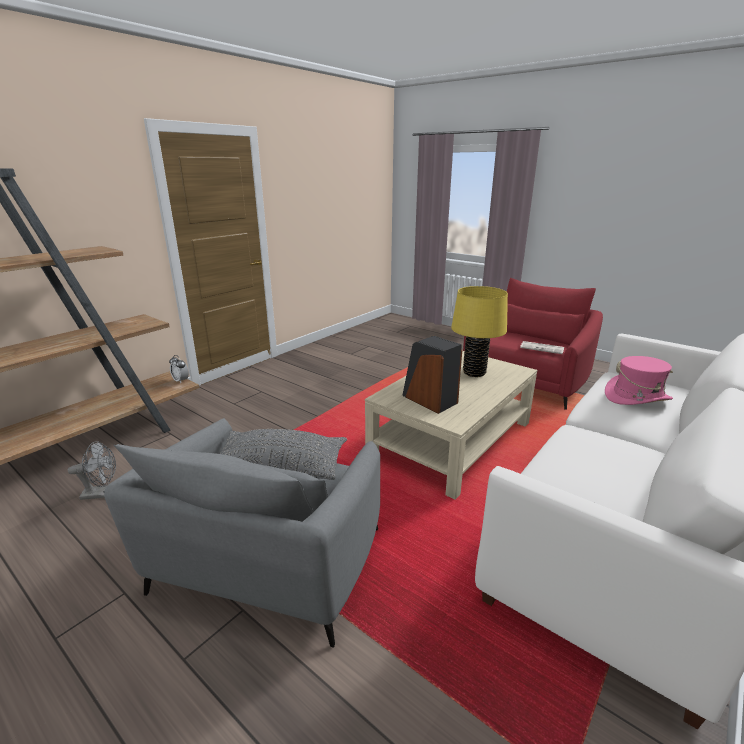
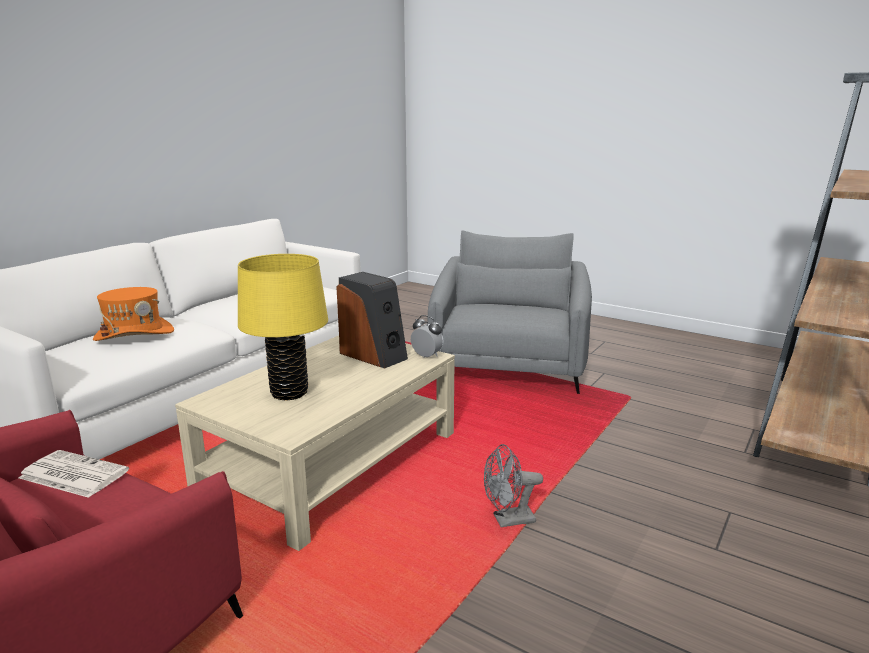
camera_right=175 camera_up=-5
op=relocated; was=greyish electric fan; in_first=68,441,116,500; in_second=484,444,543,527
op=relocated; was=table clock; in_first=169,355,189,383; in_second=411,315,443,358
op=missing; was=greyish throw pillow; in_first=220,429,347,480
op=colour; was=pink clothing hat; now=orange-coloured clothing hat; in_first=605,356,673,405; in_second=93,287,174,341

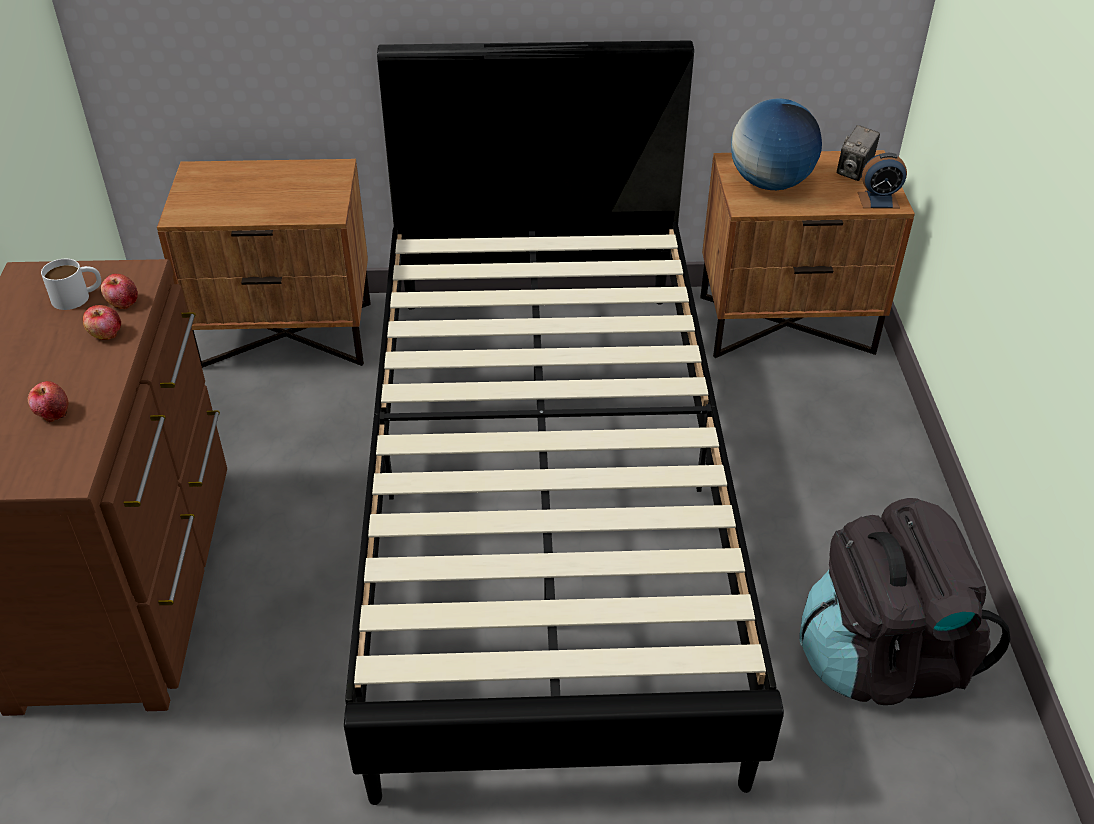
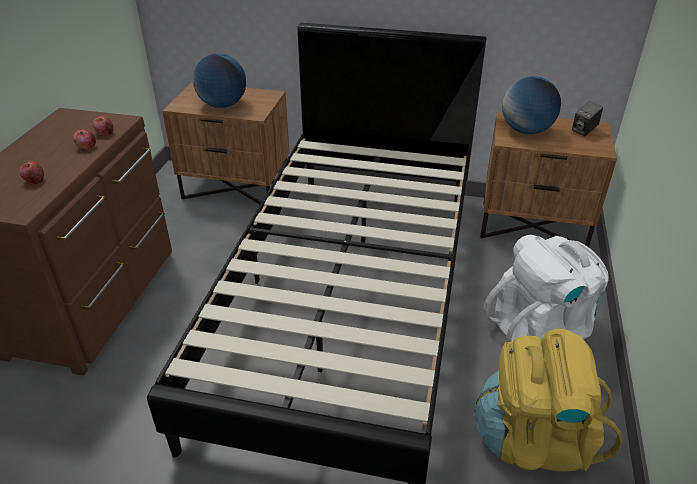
camera_right=15 camera_up=-5
op=missing; was=white tea mug; in_first=41,259,101,310
op=colour; was=black knapsack; now=yellowish knapsack; in_first=799,498,1011,705; in_second=474,329,622,472
op=missing; was=table clock; in_first=857,153,907,208
op=appeared; now=desk globe; in_second=193,53,246,108
op=appeared; now=white knapsack; in_second=484,235,609,342

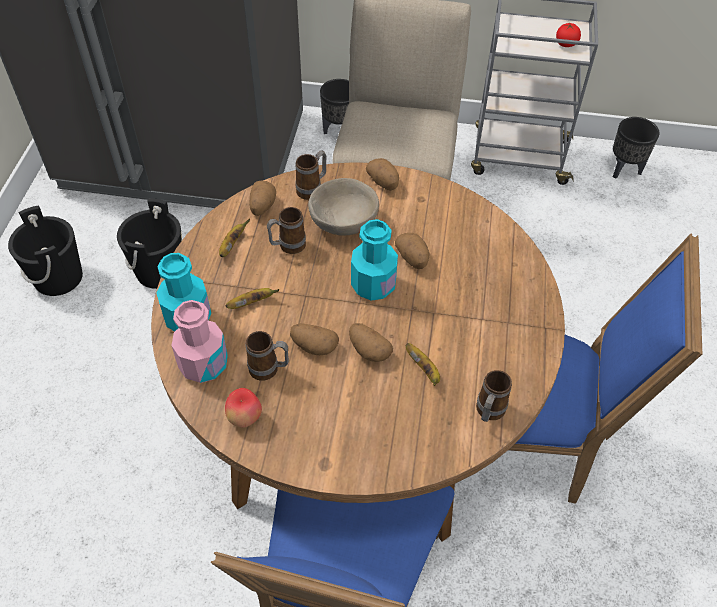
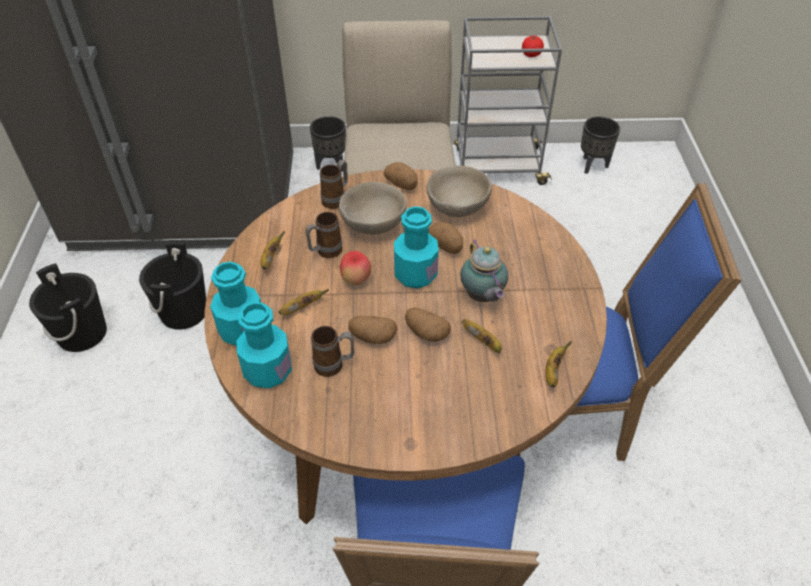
camera_right=-10 camera_up=-5
op=colour; was=pink beverage bottle; now=turquoise beverage bottle; in_first=172,300,228,383; in_second=236,302,292,388
op=relocated; was=apple fruit; in_first=225,388,262,428; in_second=340,251,371,285
op=missing; was=potato; in_first=249,181,276,216
op=exchanged; was=tea mug; now=whole banana; in_first=476,370,512,422; in_second=545,340,572,387
op=appeared; now=beige-coloured serving bowl; in_second=427,165,492,217
op=appeared; now=tea pot; in_second=460,240,508,302

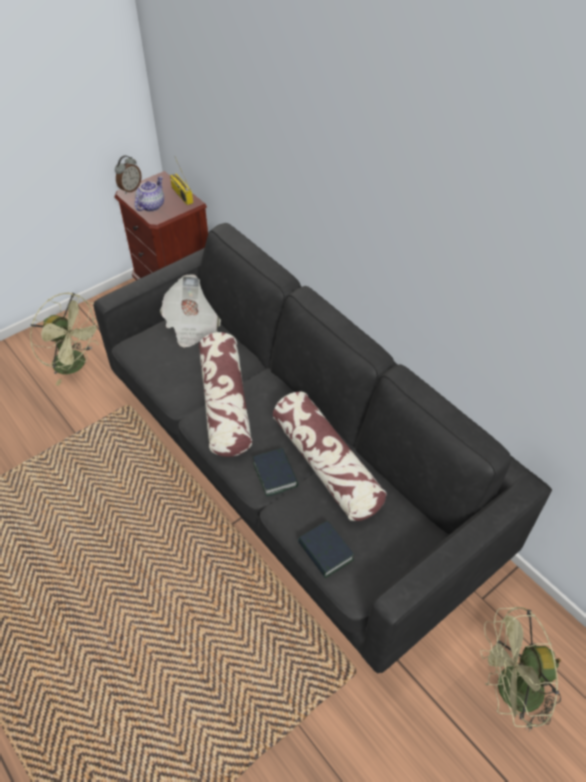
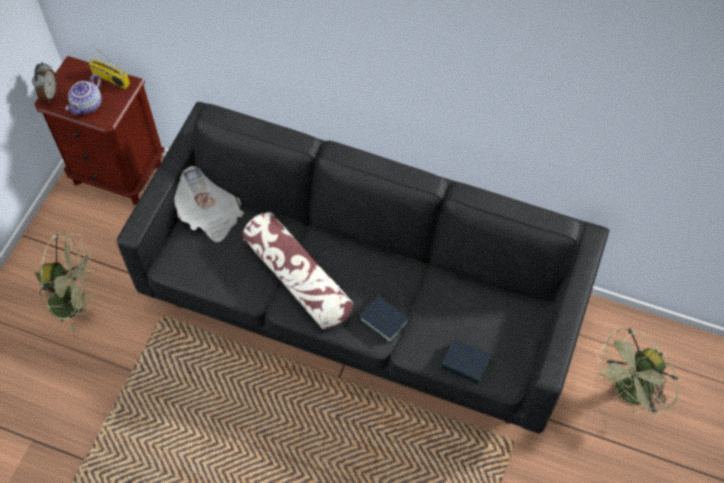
camera_right=-30 camera_up=10
op=spun; was=tea pot; in_first=135,177,164,211; in_second=65,74,102,115; clockwise=-150
op=missing; was=throw pillow; in_first=273,391,386,521

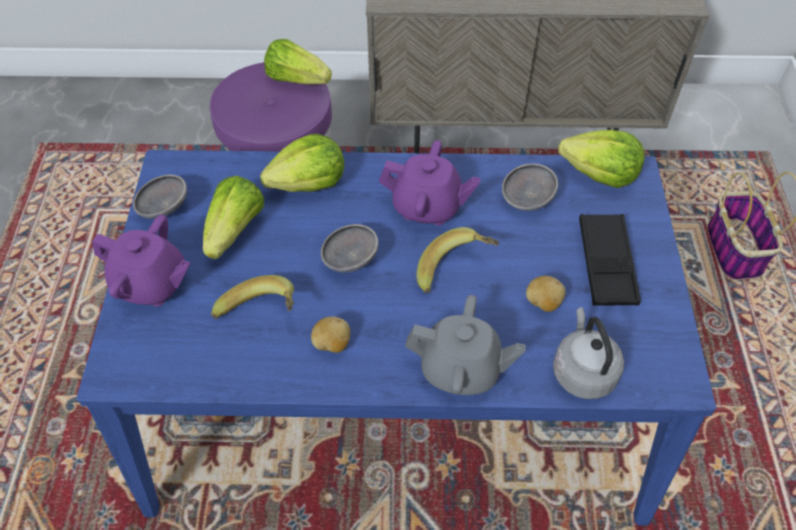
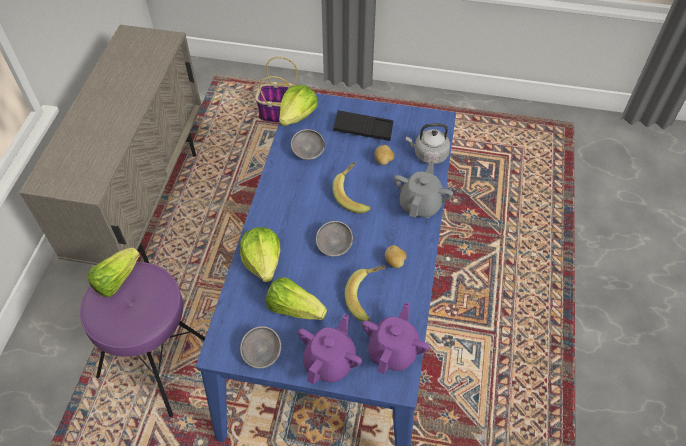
camera_right=-80 camera_up=0
op=relocated; was=purple-coloured tea pot; in_first=379,140,481,226; in_second=362,302,430,374

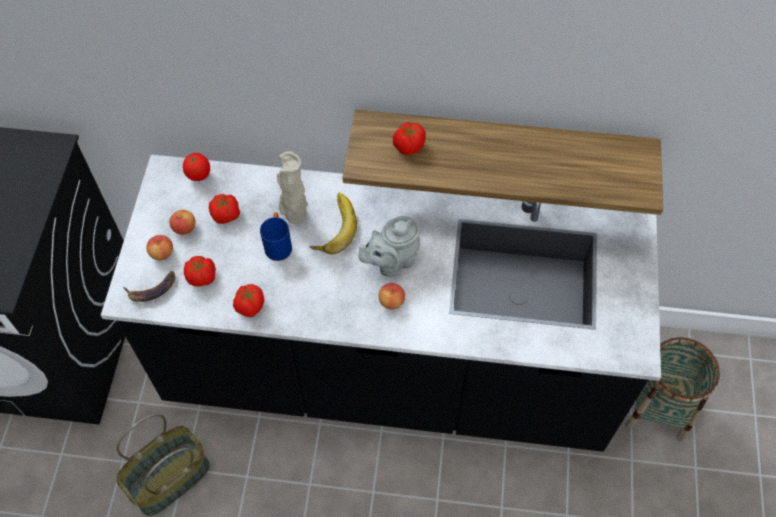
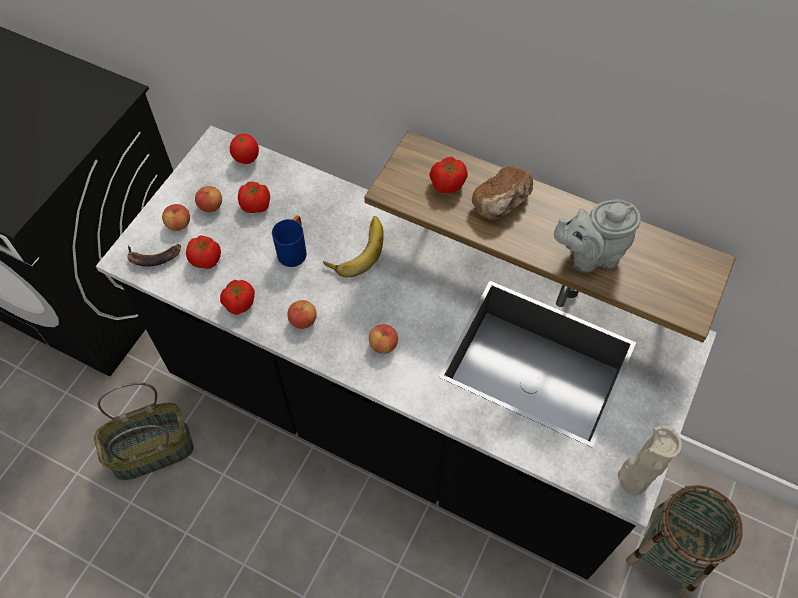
camera_right=20 camera_up=0
op=relocated; was=beige-coloured decorative vase; in_first=277,151,308,224; in_second=618,425,682,495
op=relocated; was=greyish tea pot; in_first=358,216,420,277; in_second=554,200,641,272
op=appeared; now=apple fruit; in_second=287,300,317,329
op=appeared; now=bread; in_second=472,166,533,220

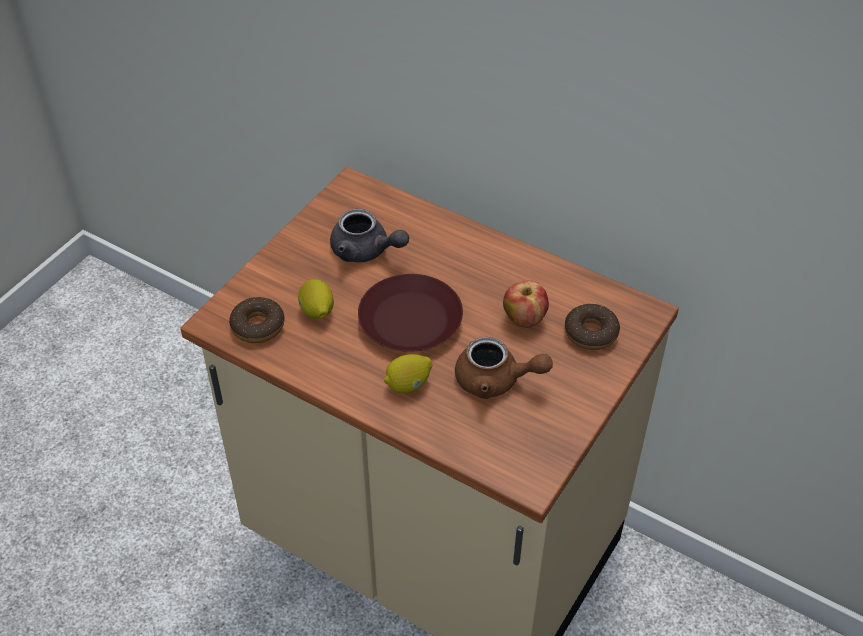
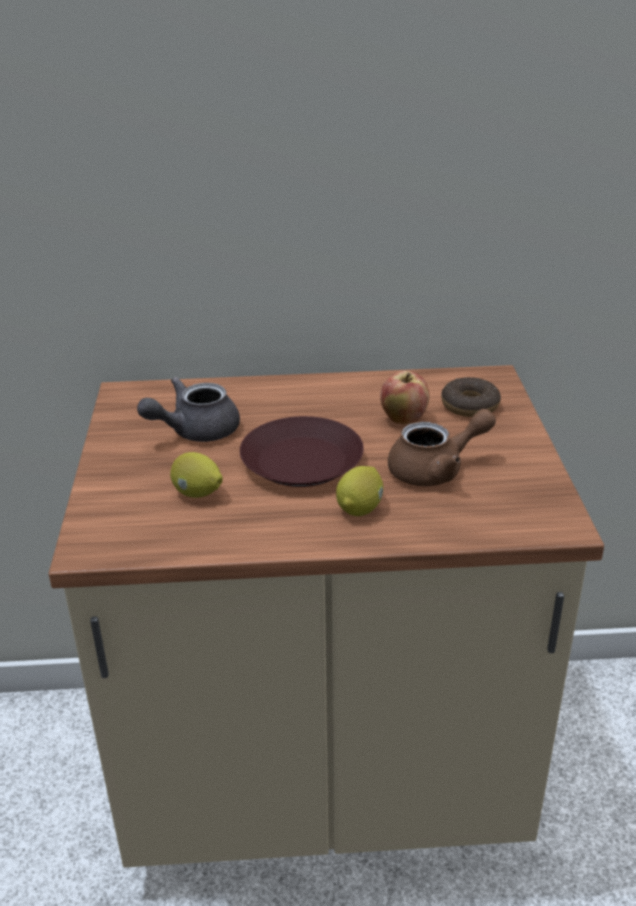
camera_right=-35 camera_up=-15
op=missing; was=ring doughnut; in_first=229,297,284,343
op=spun; was=greyish tea pot; in_first=330,209,409,263; in_second=137,377,240,442; clockwise=150

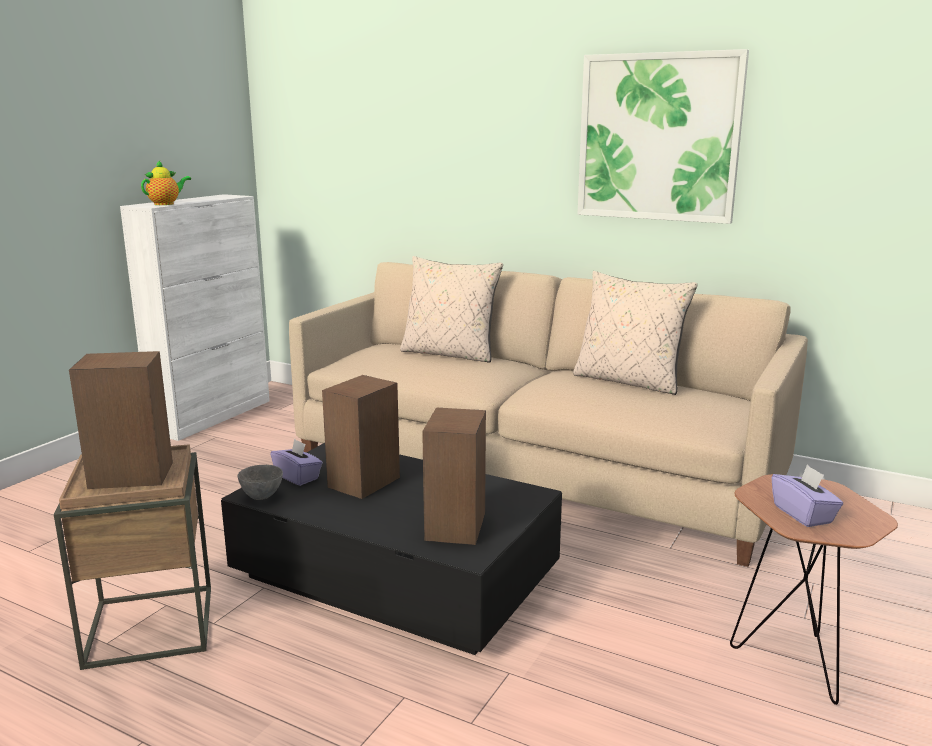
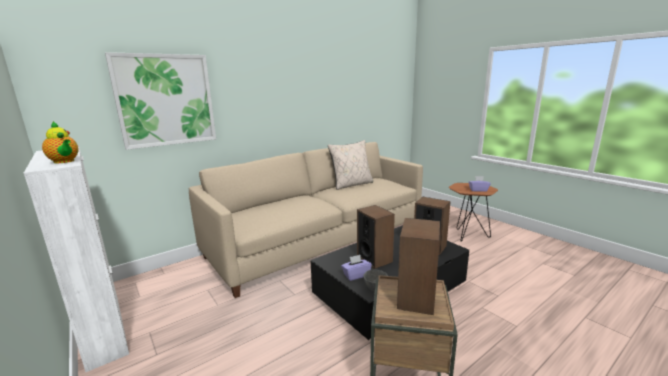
camera_right=-65 camera_up=0
op=spun; was=tea pot; in_first=141,161,191,205; in_second=42,121,79,163; clockwise=150
op=missing; was=beige-coloured throw pillow; in_first=400,256,503,363
op=relocated; was=picture; in_first=577,49,749,224; in_second=105,52,216,150

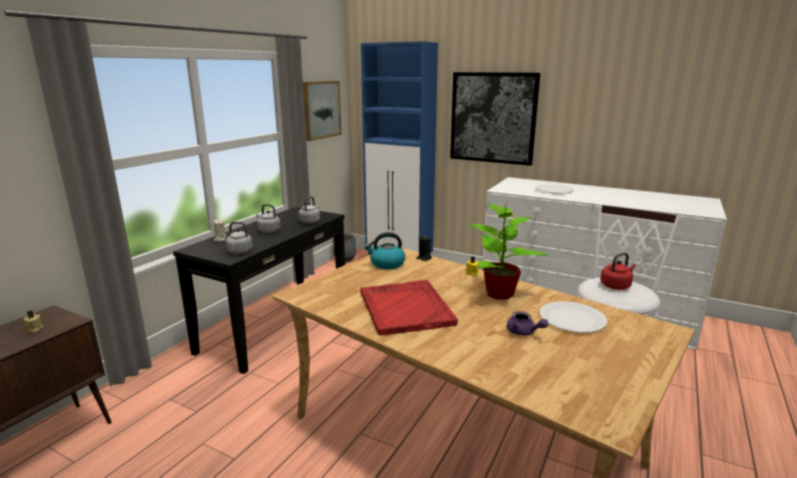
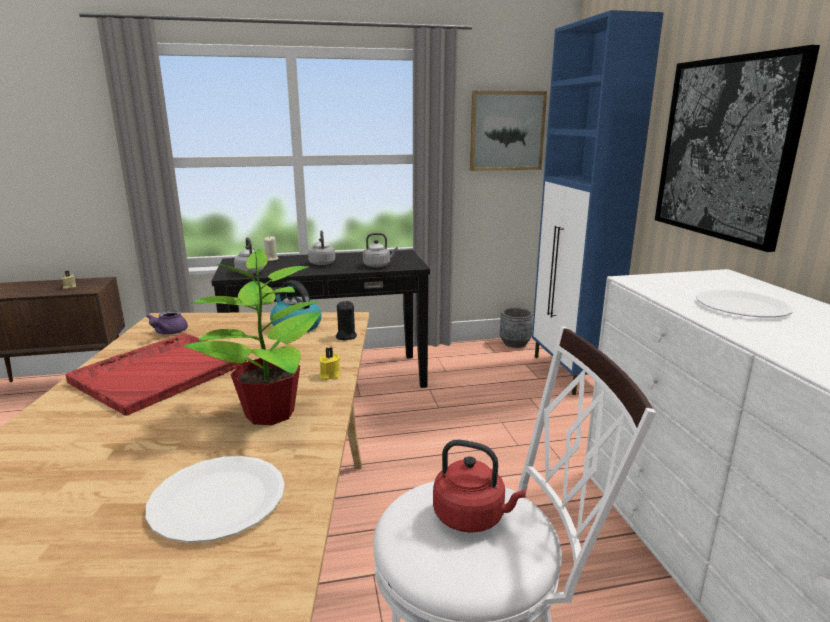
camera_right=50 camera_up=0
op=relocated; was=purple-coloured tea pot; in_first=507,311,549,336; in_second=146,311,188,335

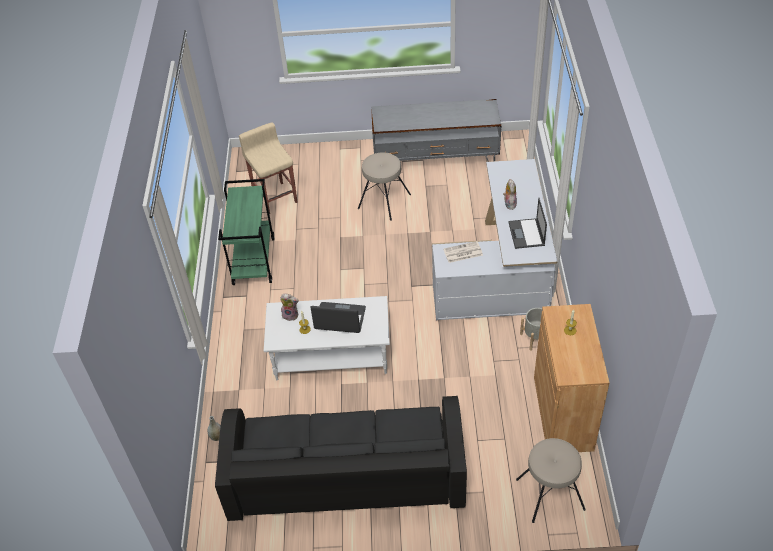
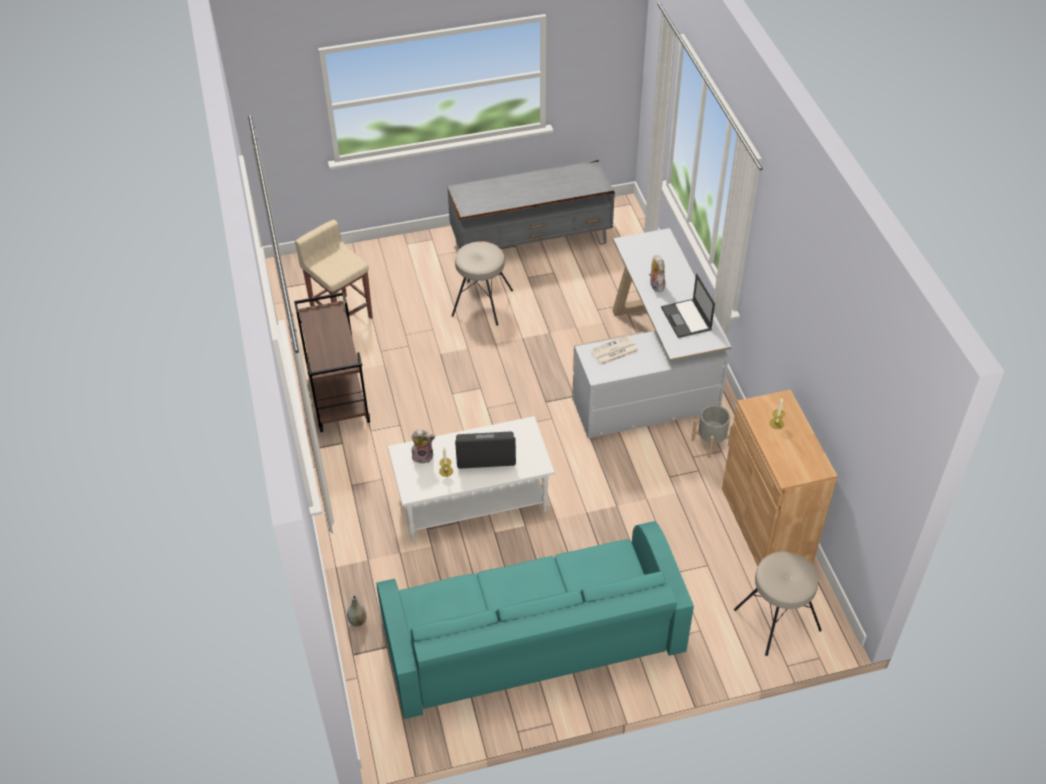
camera_right=-15 camera_up=0
op=colour; was=black sofa; now=turquoise sofa; in_first=215,396,467,521; in_second=377,521,694,719
op=colour; was=green cart; now=brown cart; in_first=218,179,275,285; in_second=294,292,370,432

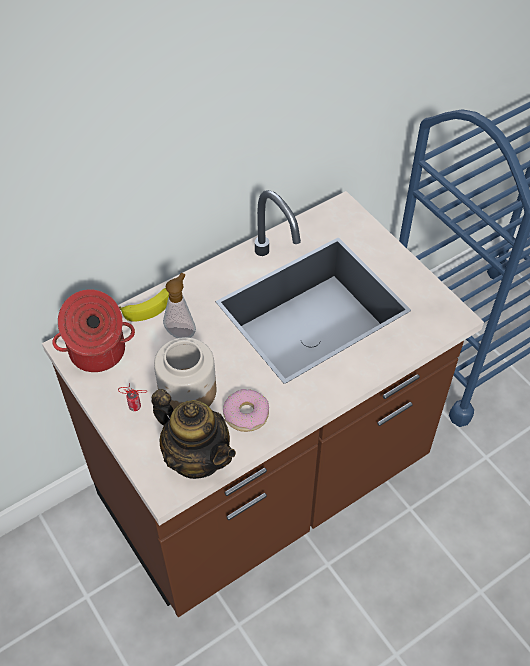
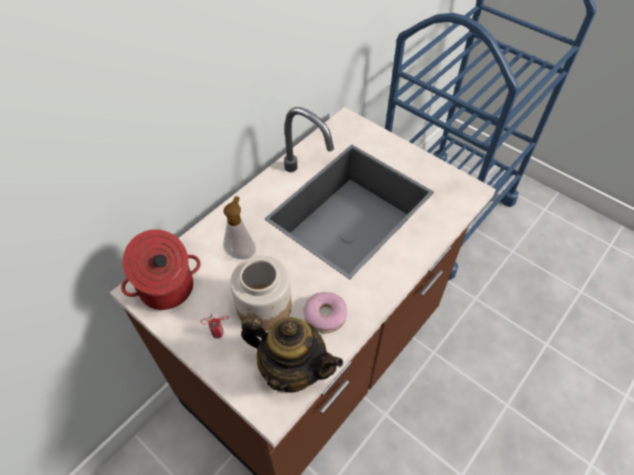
camera_right=-15 camera_up=0
op=missing; was=whole banana; in_first=119,288,169,322

